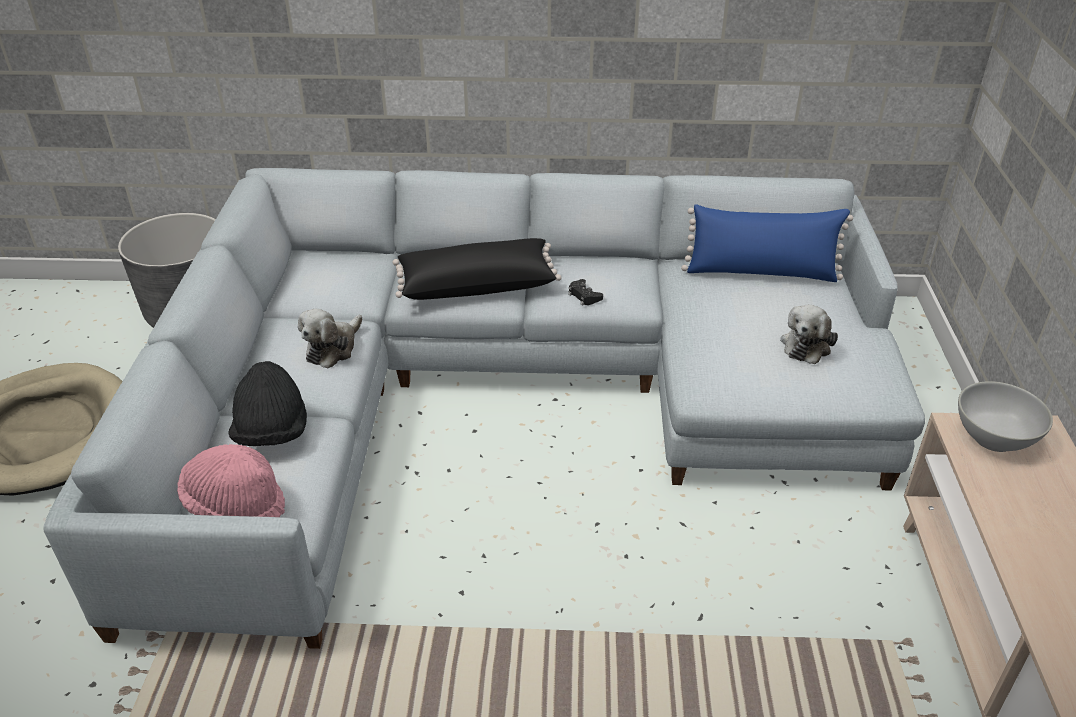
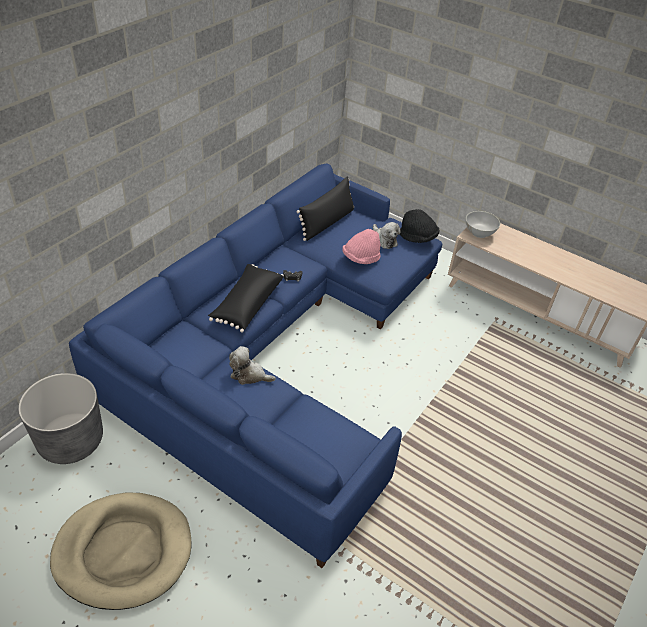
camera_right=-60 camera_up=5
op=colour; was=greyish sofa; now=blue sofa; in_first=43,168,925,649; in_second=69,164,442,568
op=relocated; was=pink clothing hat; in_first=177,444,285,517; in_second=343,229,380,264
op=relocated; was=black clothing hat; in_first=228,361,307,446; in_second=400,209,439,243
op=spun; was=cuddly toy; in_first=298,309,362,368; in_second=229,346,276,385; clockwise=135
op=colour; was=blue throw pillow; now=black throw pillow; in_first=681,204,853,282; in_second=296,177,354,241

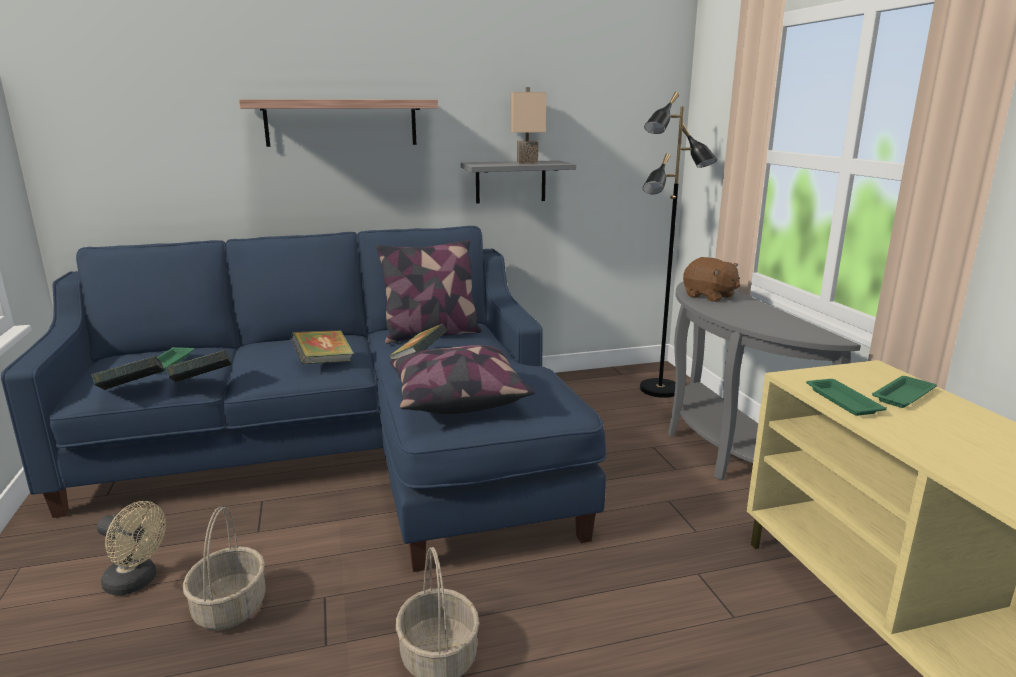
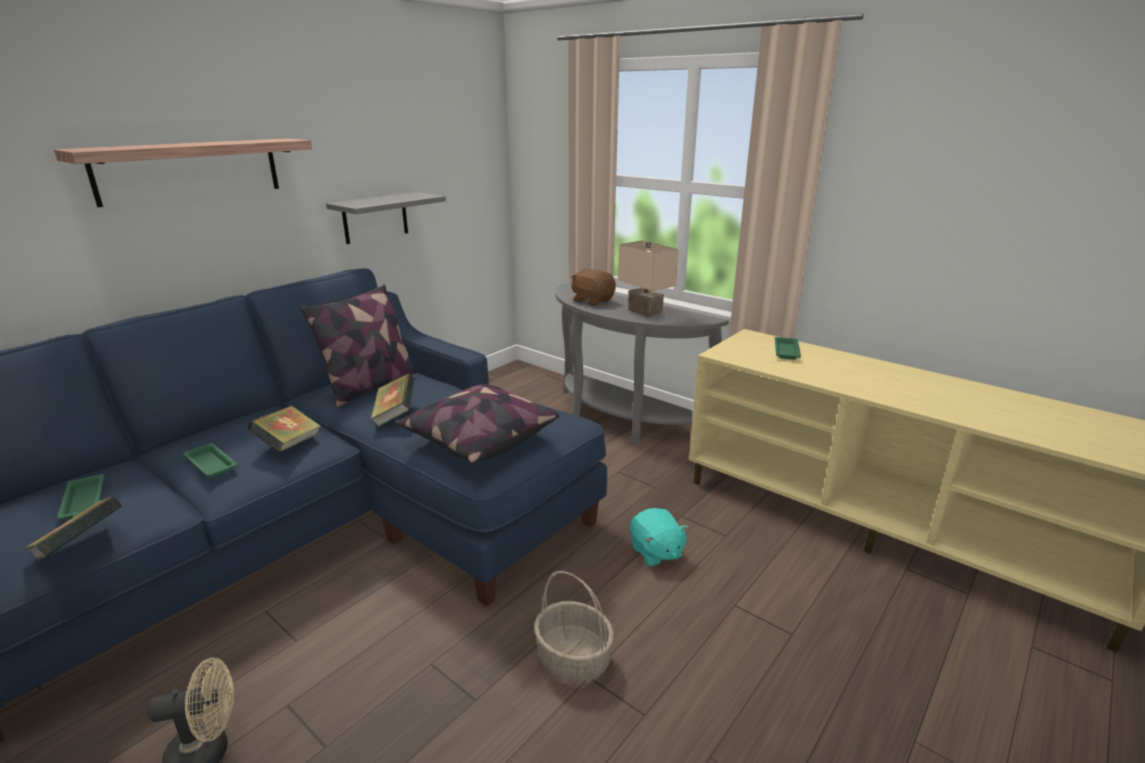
camera_right=-35 camera_up=5
op=missing; was=bound book; in_first=166,350,232,382
op=missing; was=basket; in_first=183,507,266,630
op=relocated; was=beige-coloured table lamp; in_first=511,87,546,164; in_second=618,240,679,317
op=missing; was=black standard lamp; in_first=640,92,717,398
op=spun; was=brown cuddly toy; in_first=683,257,740,302; in_second=571,269,616,306; clockwise=-150
op=relocated; was=green serving tray; in_first=806,379,887,416; in_second=183,443,238,477
op=appeared; now=turquoise cuddly toy; in_second=630,508,689,567

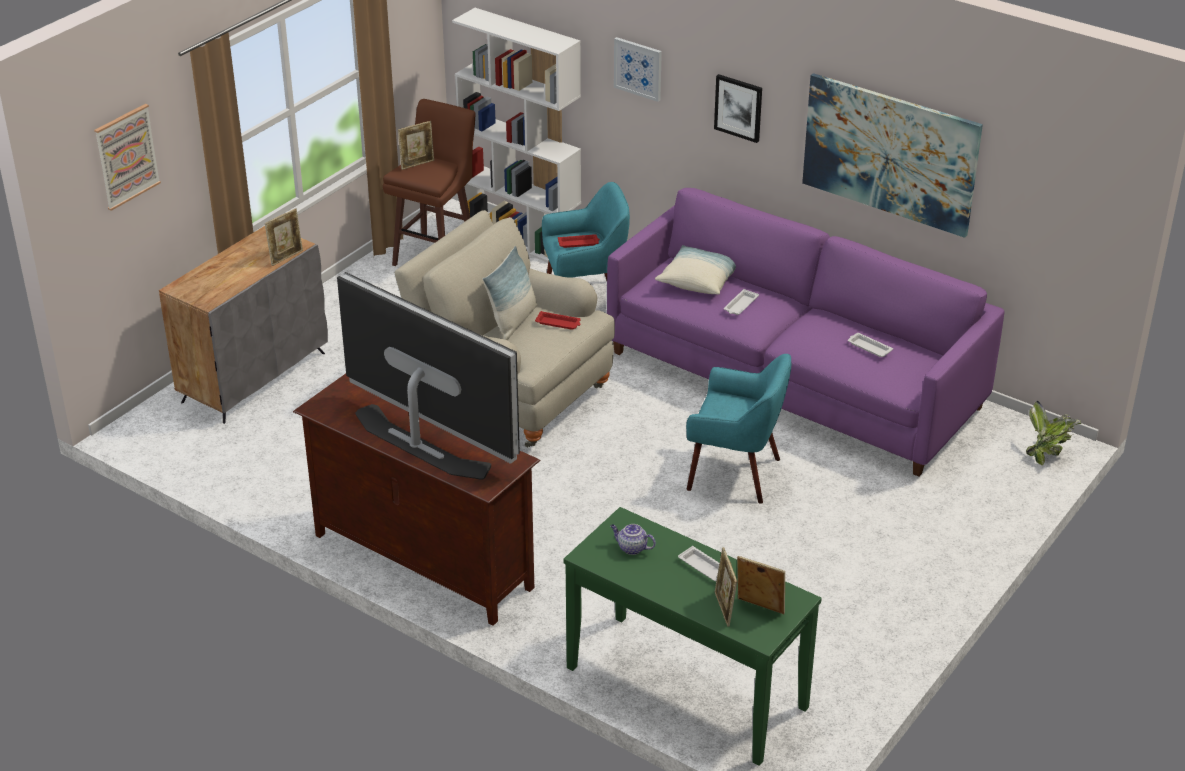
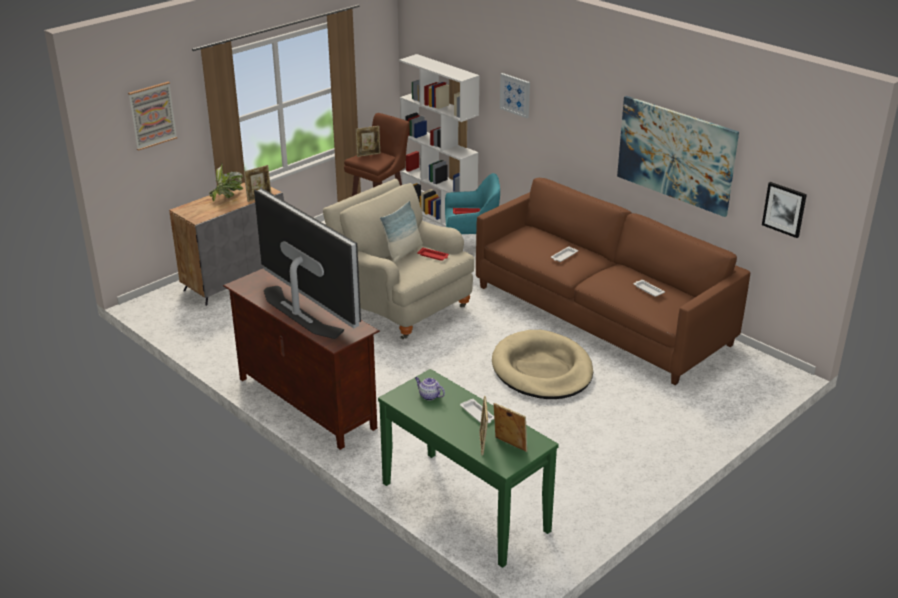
camera_right=10 camera_up=-5
op=colour; was=purple-coloured sofa; now=brown sofa; in_first=607,188,1005,477; in_second=476,178,750,385
op=missing; was=throw pillow; in_first=655,245,736,295
op=exchanged; was=turquoise easy chair; now=beige-coloured dog bed; in_first=686,354,791,504; in_second=492,330,593,399
op=relocated; was=picture; in_first=714,74,762,143; in_second=762,182,807,238
op=relocated; was=potted plant; in_first=1026,401,1081,465; in_second=209,164,243,201

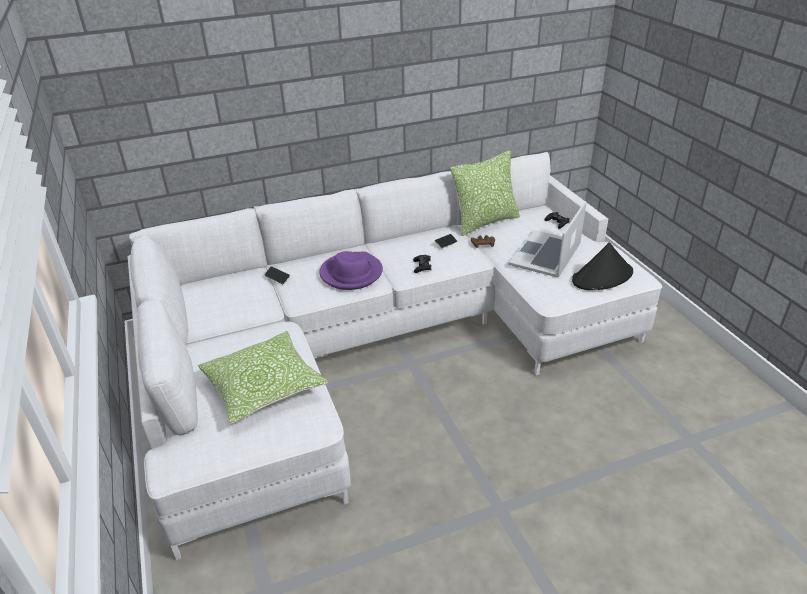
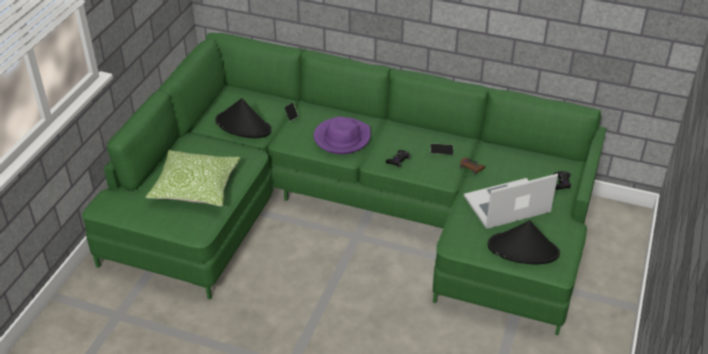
camera_right=40 camera_up=5
op=colour; was=white sofa; now=green sofa; in_first=127,152,662,560; in_second=82,33,607,335
op=missing; was=throw pillow; in_first=450,151,520,236
op=appeared; now=black clothing hat; in_second=215,98,271,138

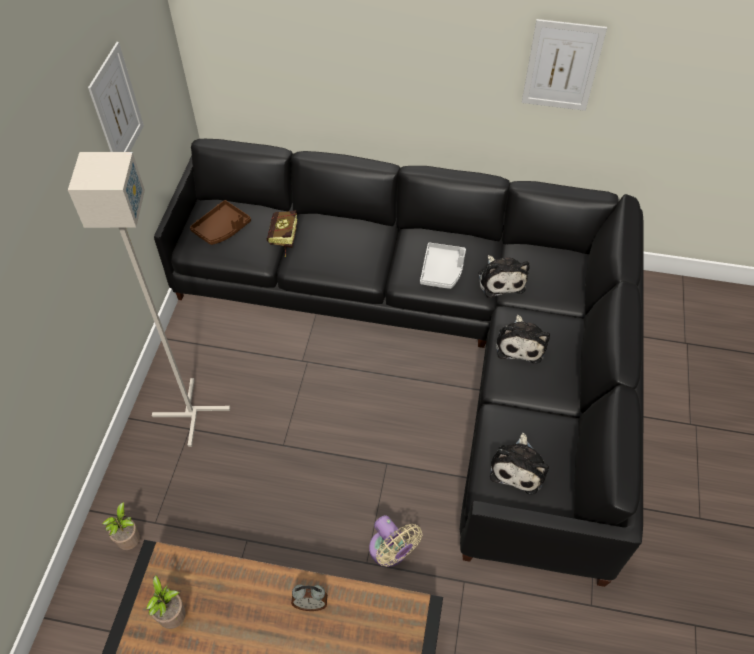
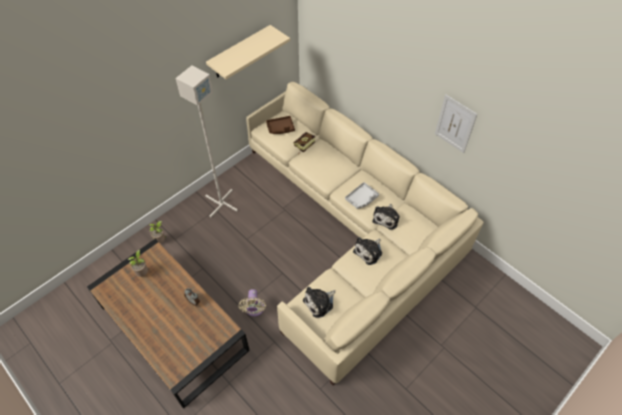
camera_right=35 camera_up=0
op=exchanged; was=picture; now=beige-coloured wall shelf; in_first=88,42,144,152; in_second=206,25,290,79
op=colour; was=black sofa; now=beige-coloured sofa; in_first=154,139,644,587; in_second=246,82,484,386

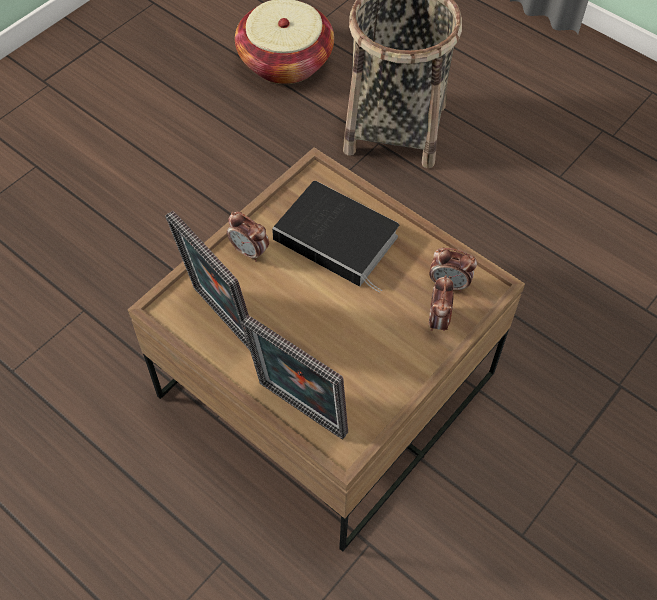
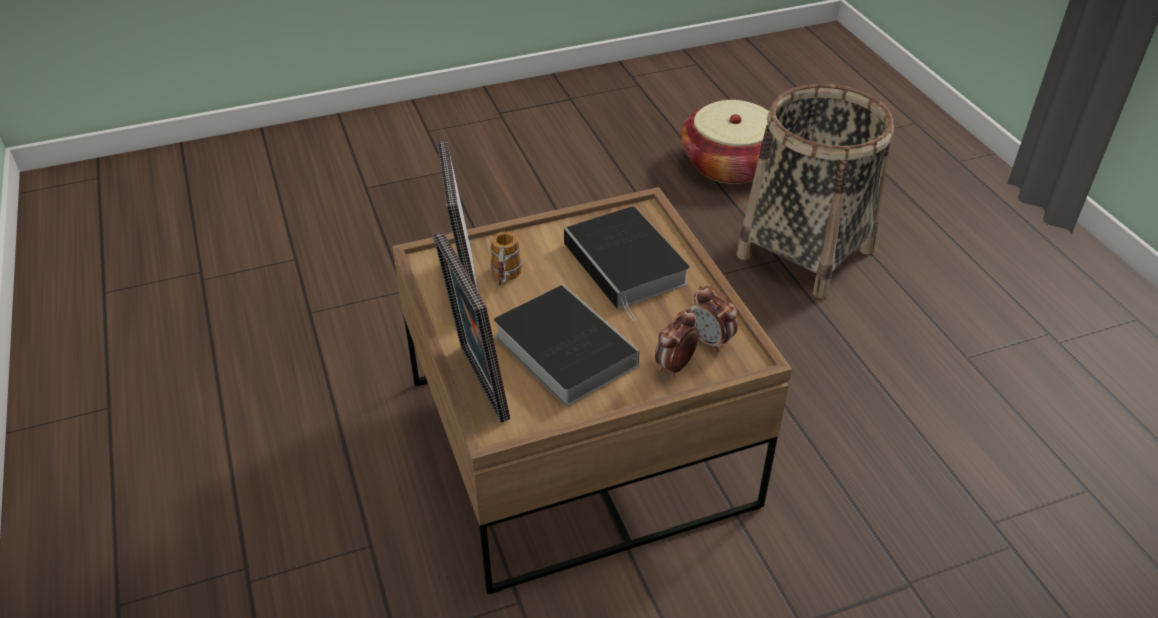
camera_right=30 camera_up=-15
op=missing; was=table clock; in_first=227,212,269,262
op=appeared; now=tea mug; in_second=490,232,522,285
op=appeared; now=bound book; in_second=494,284,639,406

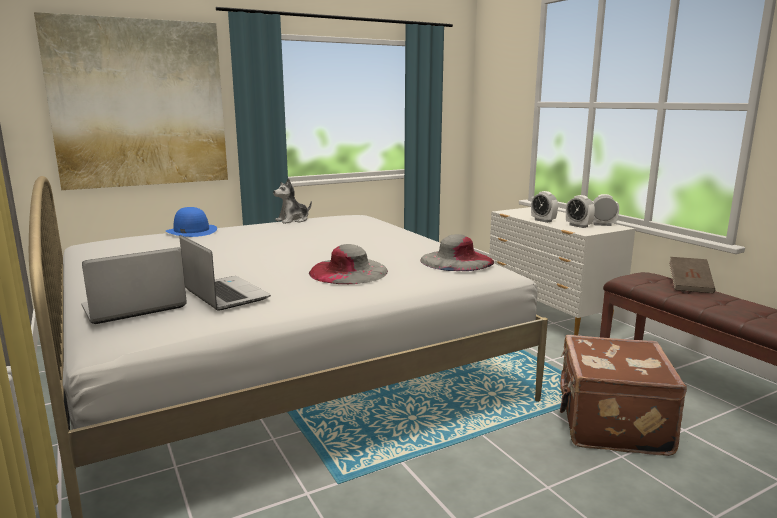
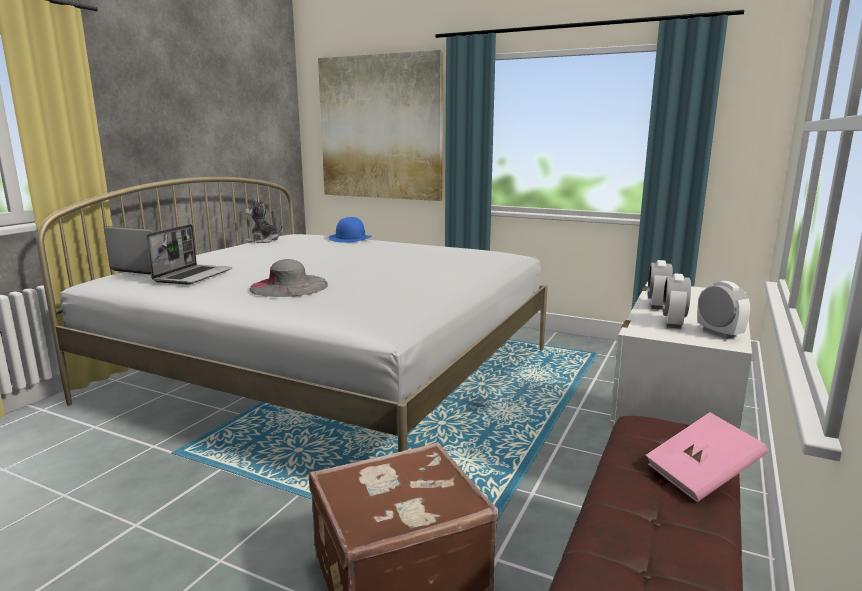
camera_right=55 camera_up=0
op=relocated; was=cuddly toy; in_first=273,178,312,224; in_second=245,199,283,243
op=missing; was=greyish clothing hat; in_first=420,234,494,271
op=colour; was=brown bound book; now=pink bound book; in_first=669,257,715,293; in_second=646,412,768,502

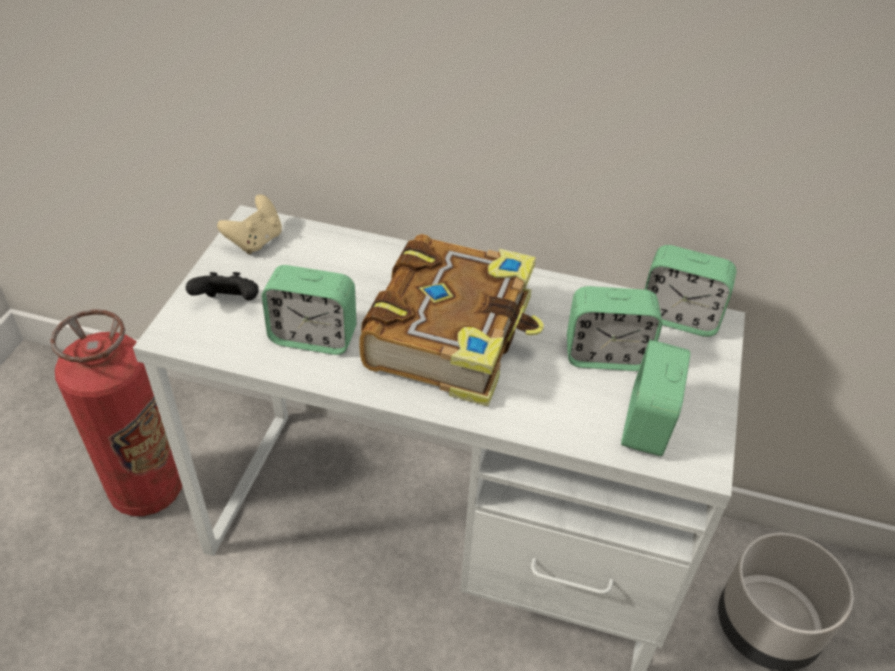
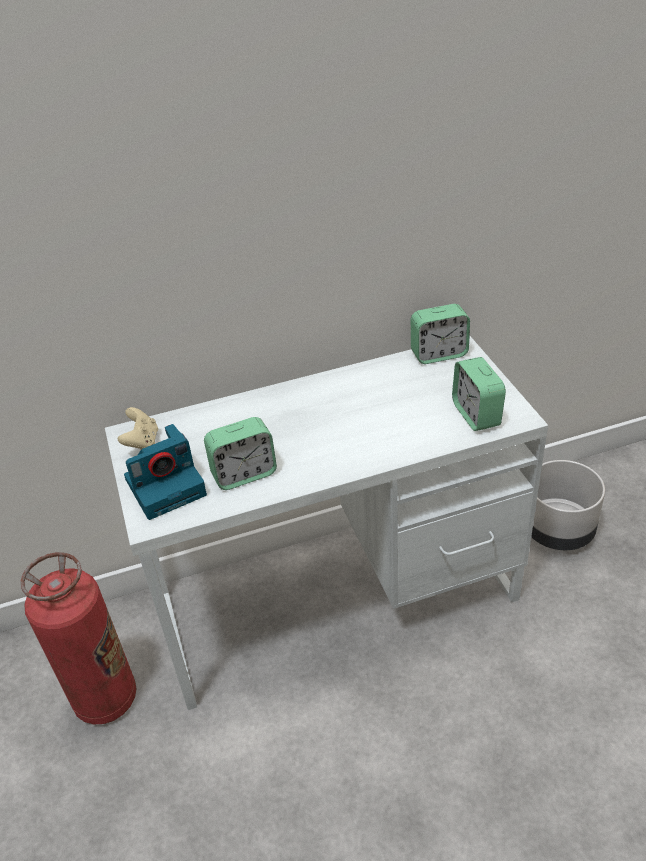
camera_right=-30 camera_up=-5
op=exchanged; was=black joypad; now=photo camera; in_first=186,272,259,300; in_second=124,424,207,520
op=missing; was=bound book; in_first=359,234,544,406
op=missing; was=table clock; in_first=567,286,662,371

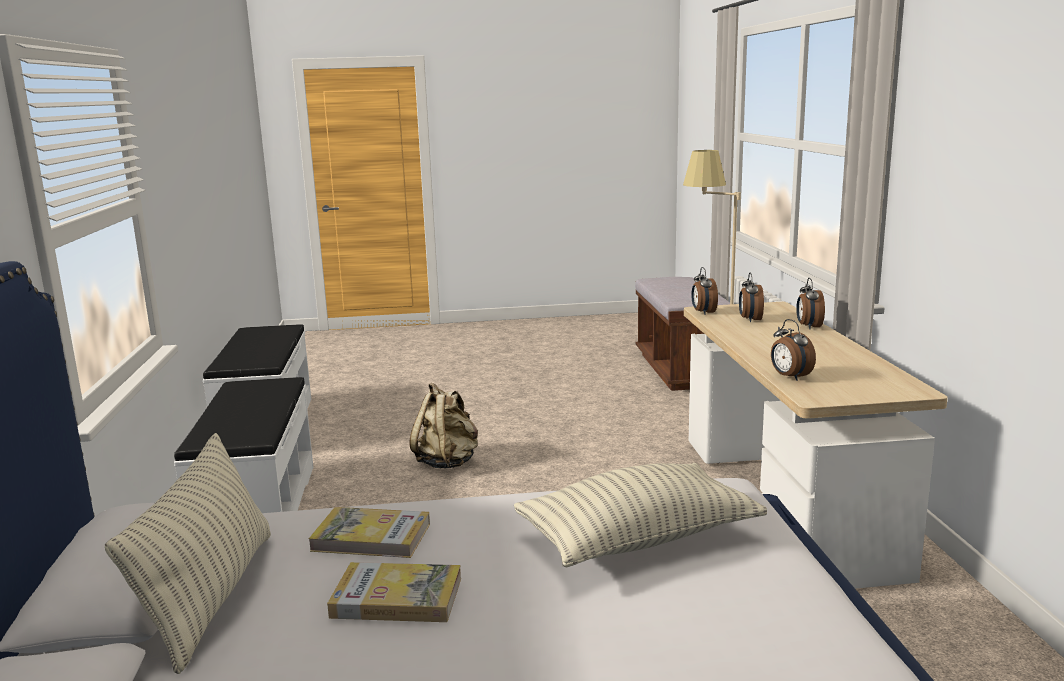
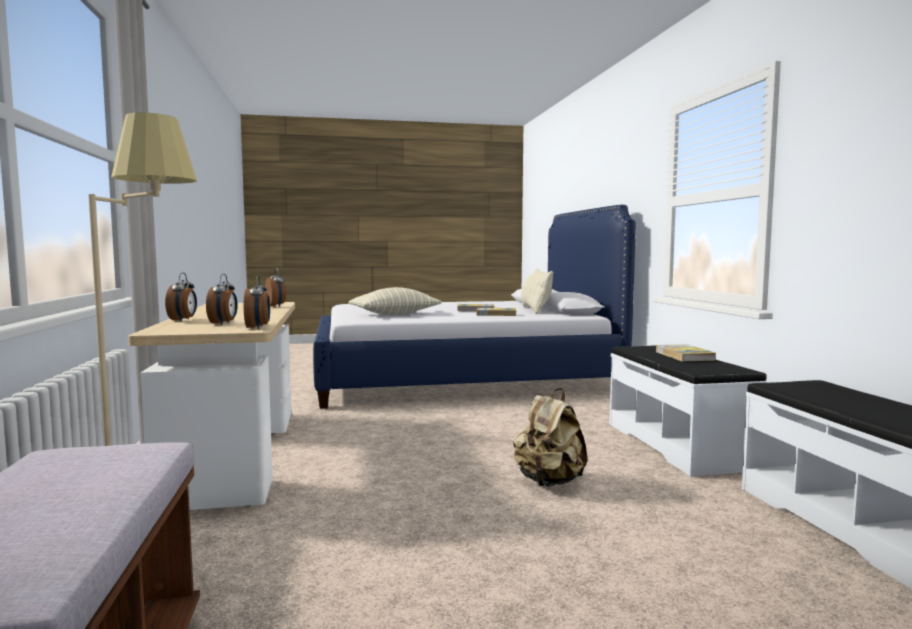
camera_right=175 camera_up=-10
op=appeared; now=bound book; in_second=656,344,716,361

